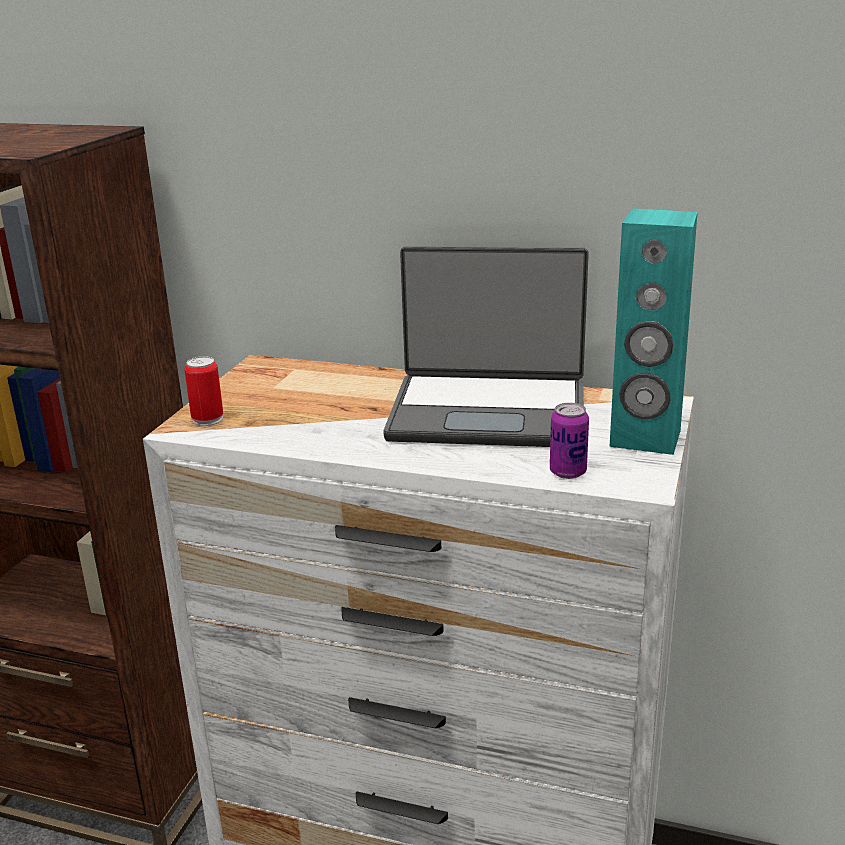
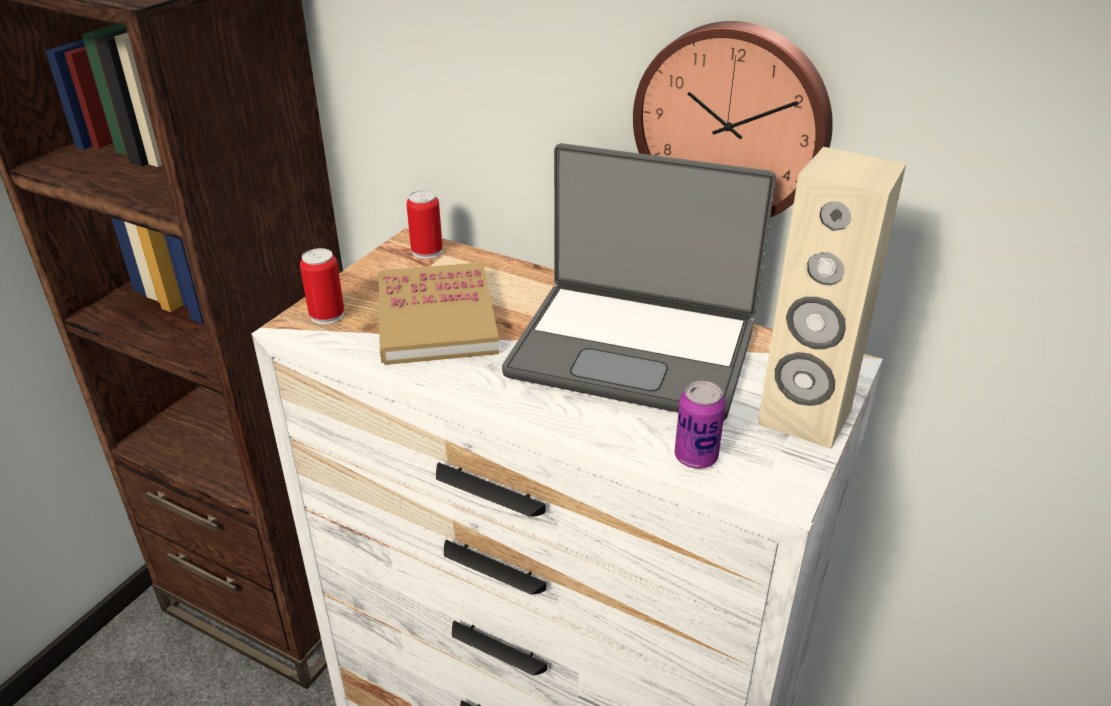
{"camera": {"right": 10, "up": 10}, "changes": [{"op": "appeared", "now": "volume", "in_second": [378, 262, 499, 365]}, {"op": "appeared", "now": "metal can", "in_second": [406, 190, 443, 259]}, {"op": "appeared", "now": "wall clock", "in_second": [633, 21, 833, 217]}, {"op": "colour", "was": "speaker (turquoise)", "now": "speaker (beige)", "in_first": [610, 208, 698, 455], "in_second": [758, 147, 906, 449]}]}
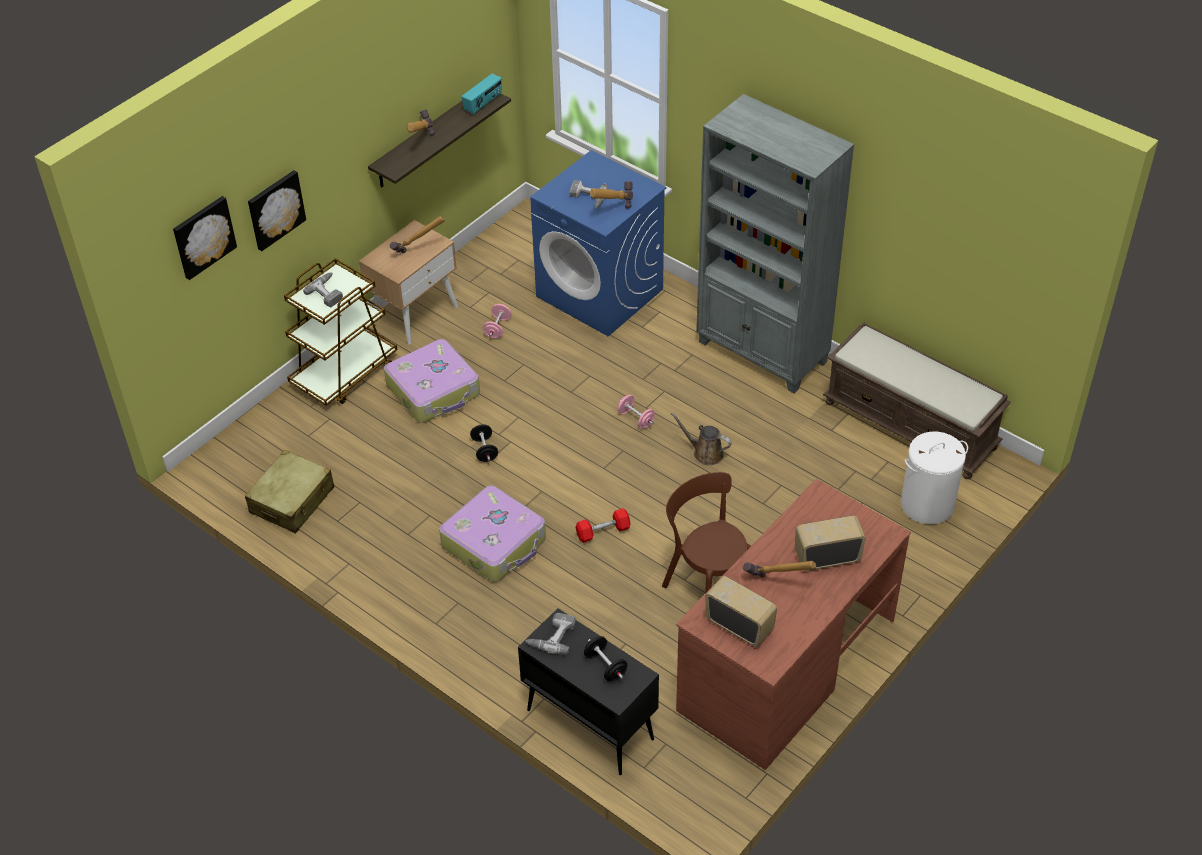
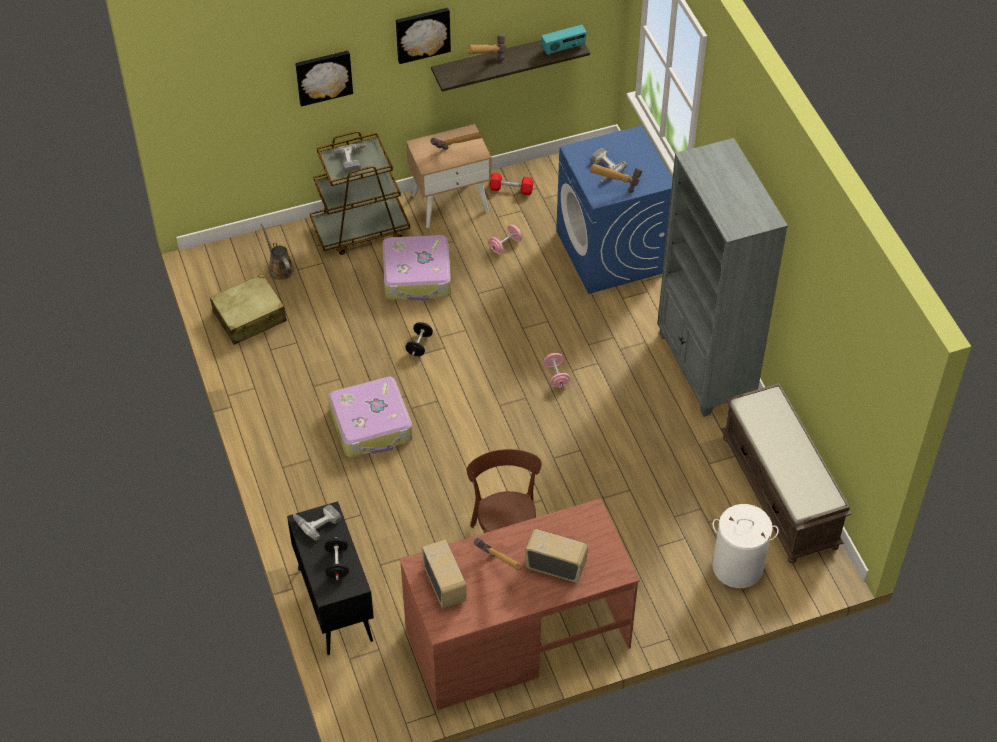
{"camera": {"right": 30, "up": 5}, "changes": [{"op": "relocated", "was": "picture", "in_first": [173, 196, 237, 280], "in_second": [396, 8, 451, 64]}, {"op": "relocated", "was": "free weight (reddish)", "in_first": [576, 508, 631, 543], "in_second": [489, 173, 533, 195]}, {"op": "relocated", "was": "watering pot (brown-coloured)", "in_first": [671, 413, 732, 465], "in_second": [261, 223, 294, 280]}]}
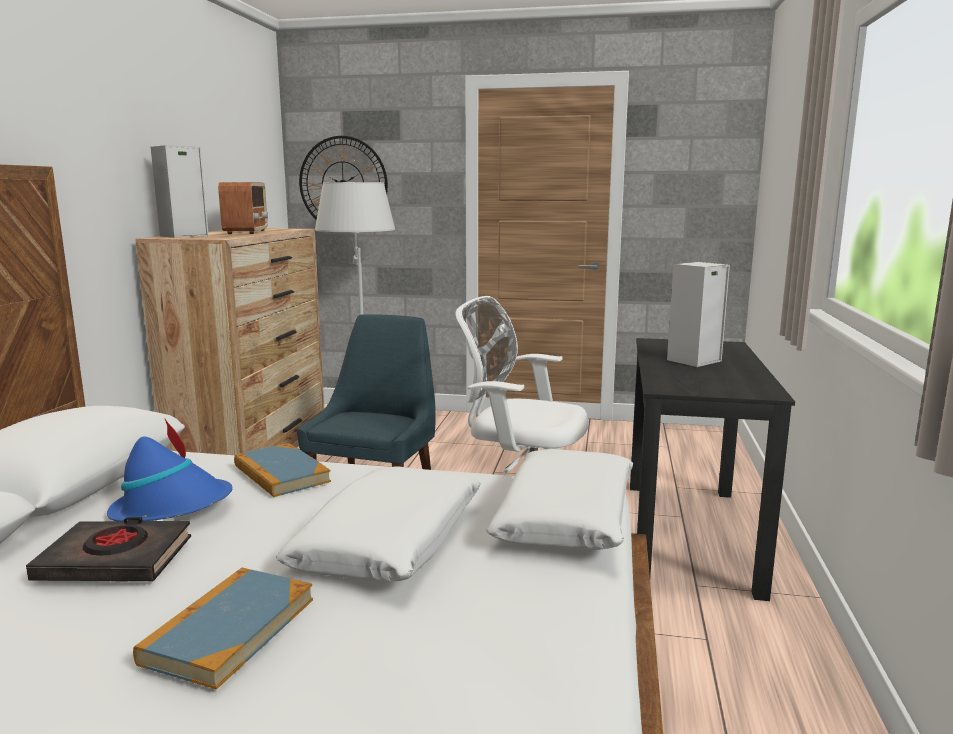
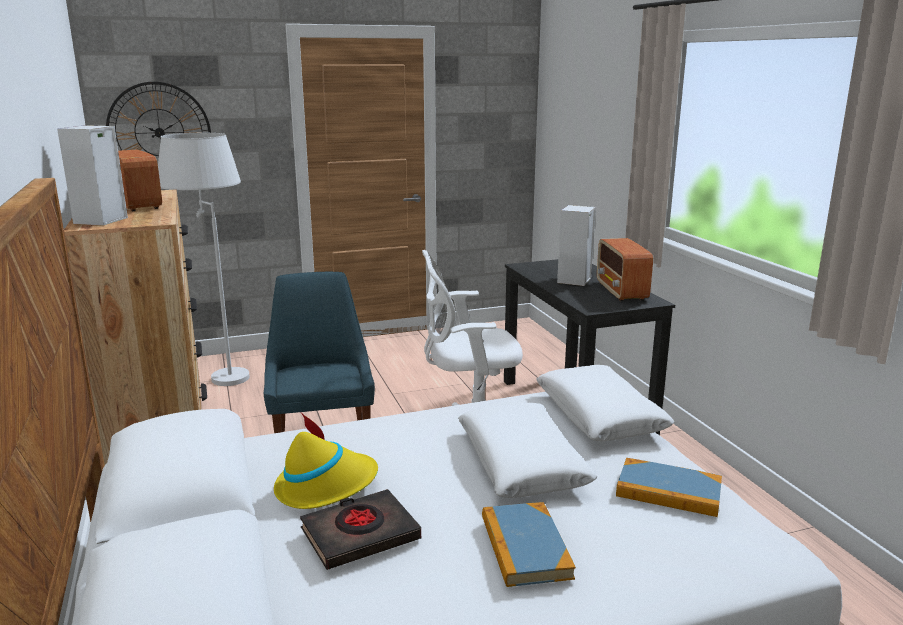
{"camera": {"right": -30, "up": 5}, "changes": [{"op": "appeared", "now": "radio receiver", "in_second": [597, 238, 653, 301]}, {"op": "relocated", "was": "volume", "in_first": [234, 443, 331, 497], "in_second": [616, 458, 722, 517]}, {"op": "colour", "was": "wearable hat (bluish)", "now": "wearable hat (yellow)", "in_first": [107, 418, 233, 521], "in_second": [274, 413, 378, 509]}]}
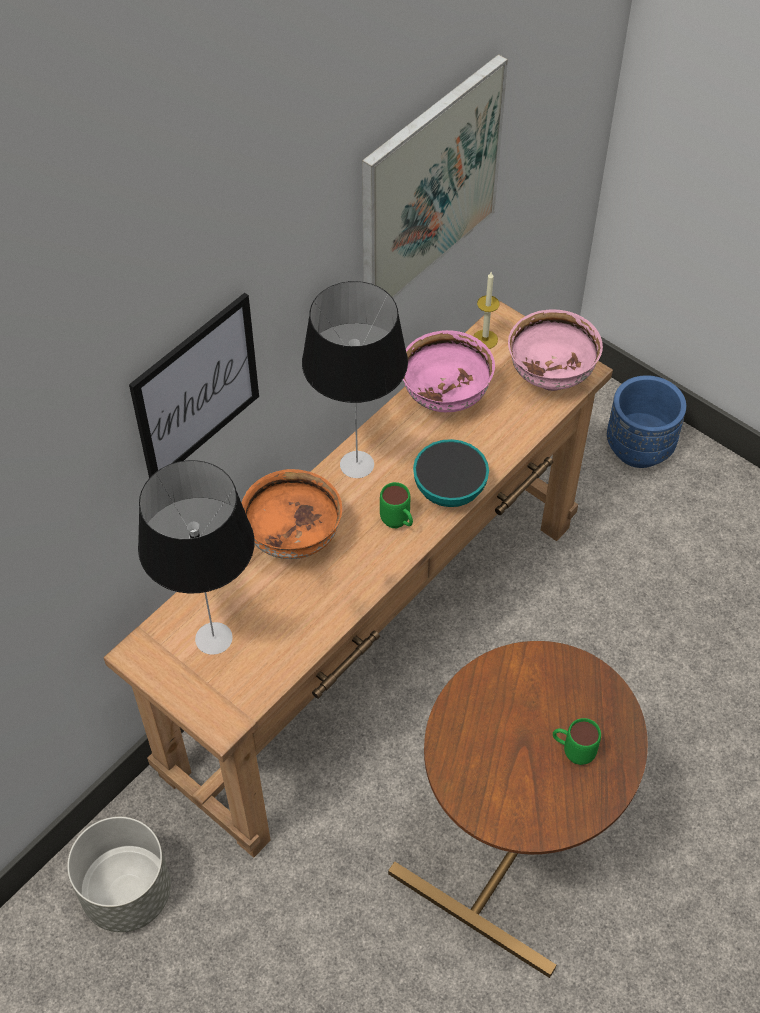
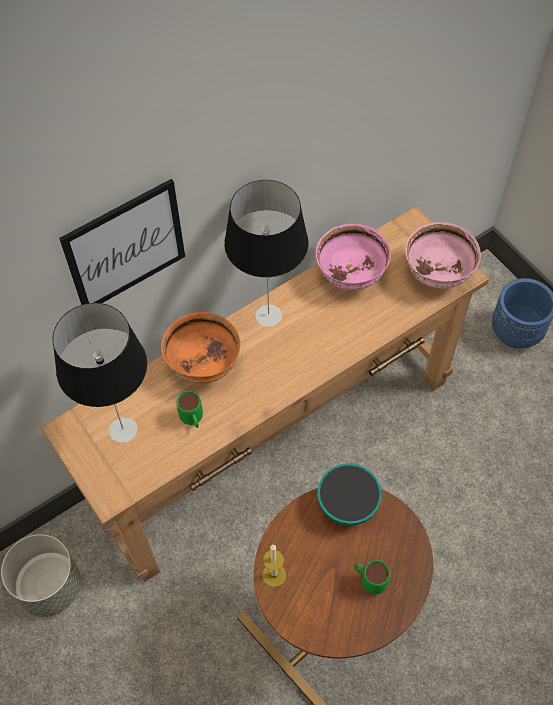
{"camera": {"right": 15, "up": 5}, "changes": [{"op": "missing", "was": "picture", "in_first": [362, 54, 508, 299]}, {"op": "relocated", "was": "coffee mug (green-coloured)", "in_first": [380, 482, 413, 528], "in_second": [177, 391, 203, 428]}, {"op": "relocated", "was": "serving bowl", "in_first": [413, 439, 489, 507], "in_second": [317, 463, 382, 526]}, {"op": "relocated", "was": "wax light", "in_first": [473, 272, 500, 349], "in_second": [262, 545, 286, 587]}]}
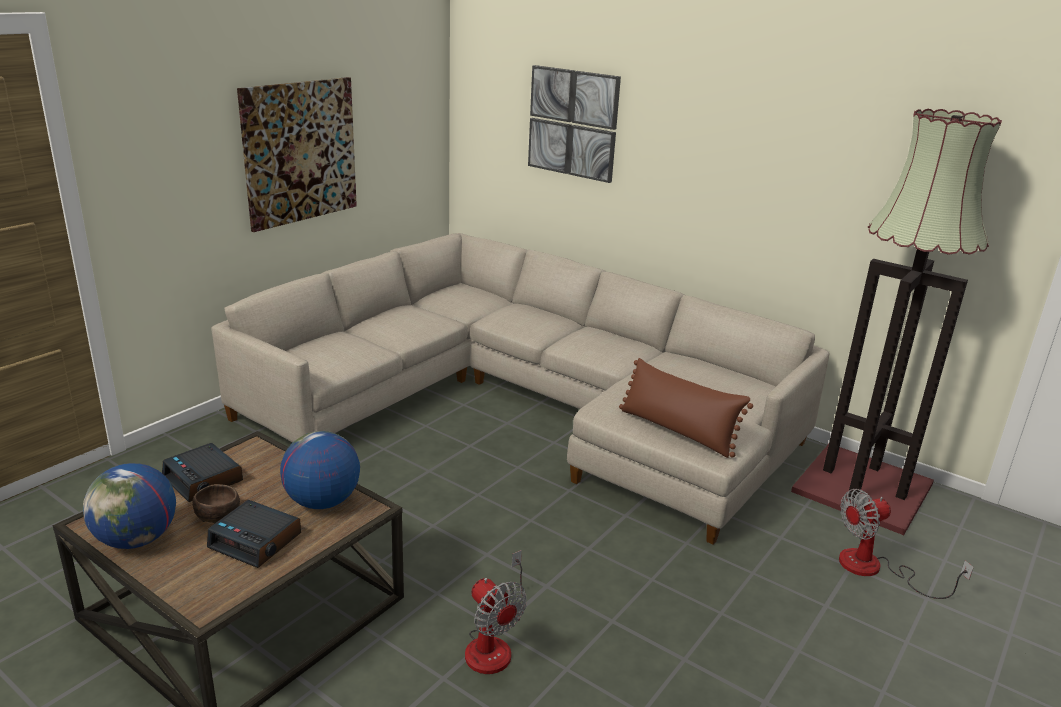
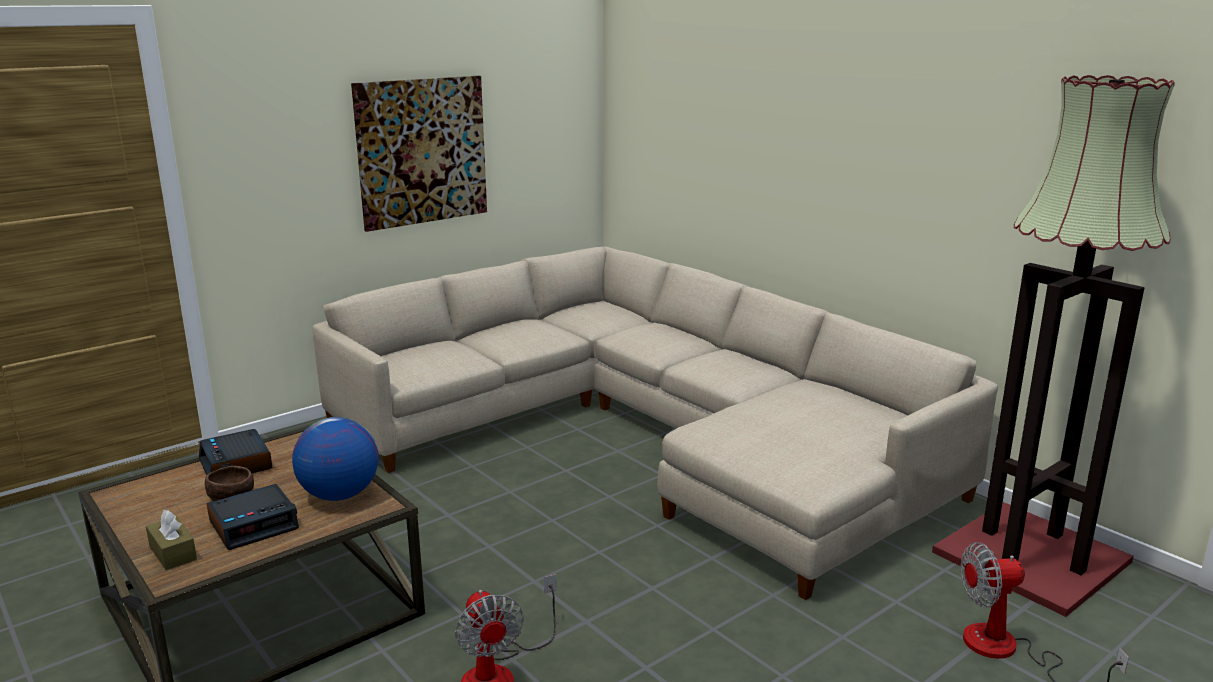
{"camera": {"right": 15, "up": -5}, "changes": [{"op": "missing", "was": "world globe", "in_first": [83, 463, 176, 549]}, {"op": "missing", "was": "picture", "in_first": [528, 65, 621, 183]}, {"op": "missing", "was": "cushion (brown-coloured)", "in_first": [619, 358, 753, 458]}, {"op": "appeared", "now": "tissue box (brown-coloured)", "in_second": [146, 510, 197, 570]}, {"op": "spun", "was": "alarm clock", "in_first": [207, 500, 301, 568], "in_second": [207, 484, 299, 550], "clockwise": -75}]}
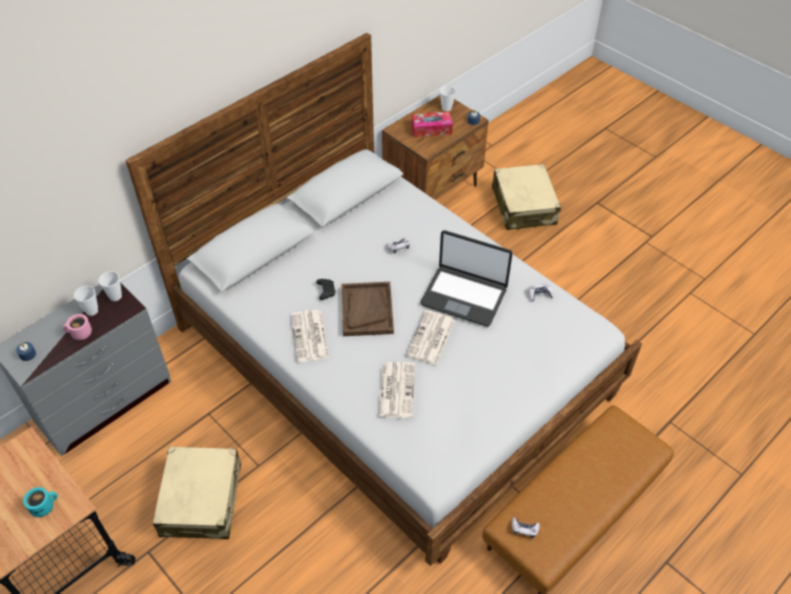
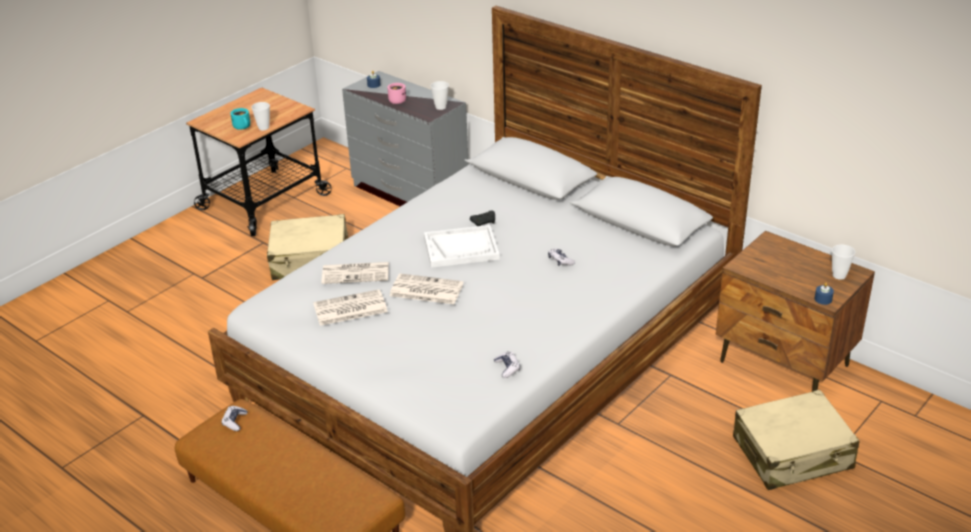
{"camera": {"right": 85, "up": -15}, "changes": [{"op": "missing", "was": "tissue box", "in_first": [411, 112, 453, 137]}, {"op": "missing", "was": "laptop", "in_first": [421, 230, 512, 327]}, {"op": "relocated", "was": "drinking cup", "in_first": [74, 286, 98, 316], "in_second": [251, 102, 270, 130]}, {"op": "relocated", "was": "newspaper", "in_first": [291, 310, 330, 362], "in_second": [313, 289, 388, 326]}, {"op": "colour", "was": "serving tray (brown-coloured)", "now": "serving tray (whitish)", "in_first": [342, 282, 394, 336], "in_second": [424, 225, 500, 268]}]}
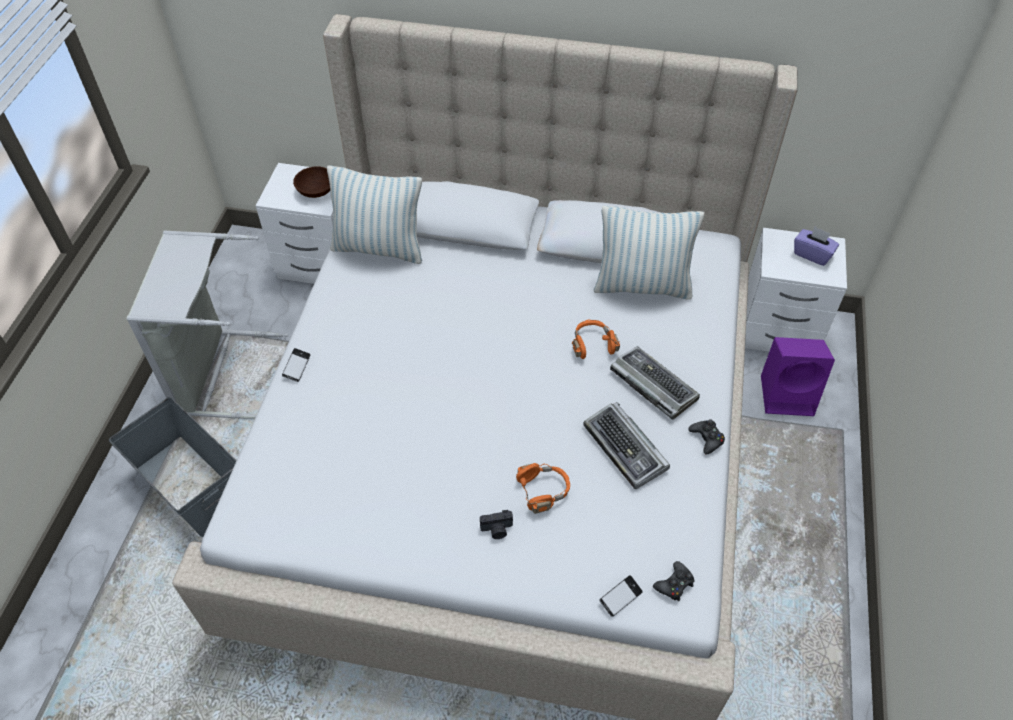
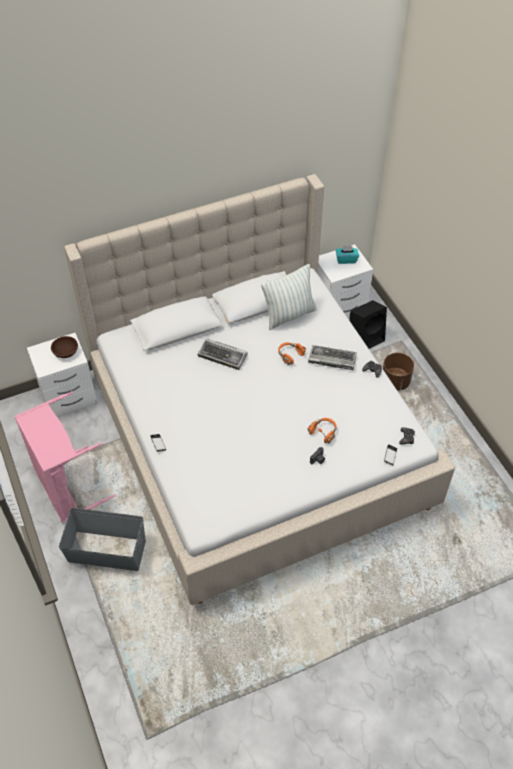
{"camera": {"right": -35, "up": 0}, "changes": [{"op": "missing", "was": "cushion", "in_first": [327, 165, 422, 264]}, {"op": "appeared", "now": "flower pot (brown-coloured)", "in_second": [383, 353, 414, 391]}, {"op": "relocated", "was": "keyboard", "in_first": [583, 402, 670, 489], "in_second": [198, 338, 248, 370]}, {"op": "colour", "was": "laundry basket (gray)", "now": "laundry basket (pinkish)", "in_first": [127, 231, 288, 419], "in_second": [15, 391, 116, 523]}, {"op": "colour", "was": "speaker (purple)", "now": "speaker (black-coloured)", "in_first": [761, 337, 835, 416], "in_second": [349, 300, 387, 349]}, {"op": "colour", "was": "tissue box (purple)", "now": "tissue box (turquoise)", "in_first": [794, 226, 839, 266], "in_second": [336, 245, 359, 264]}]}
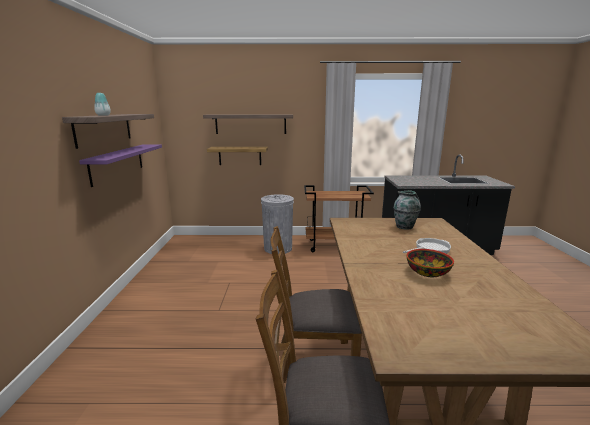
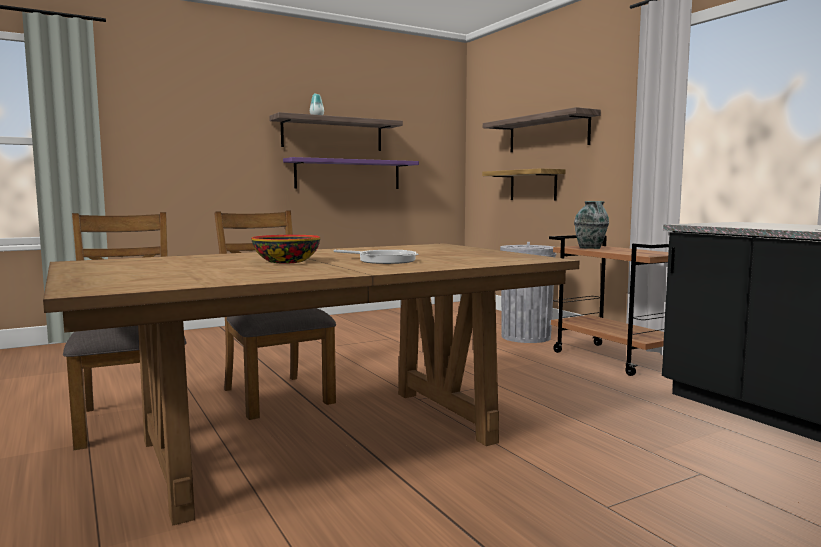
{"camera": {"right": 60, "up": -10}, "changes": [{"op": "relocated", "was": "vase", "in_first": [393, 191, 421, 230], "in_second": [574, 201, 609, 249]}]}
